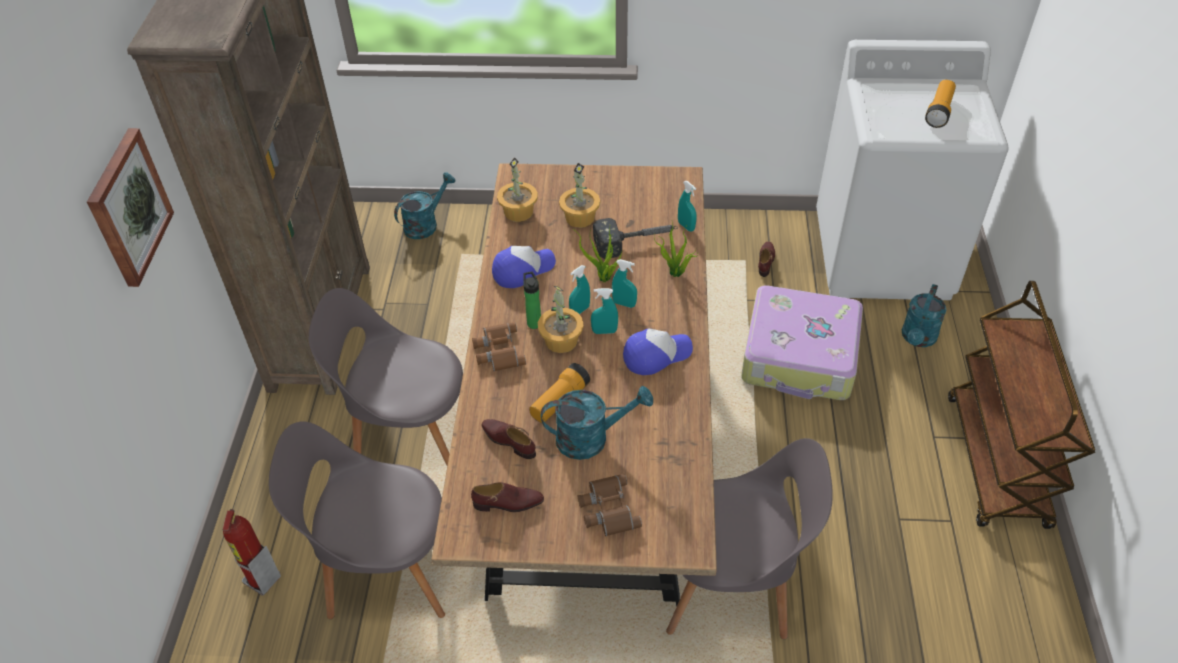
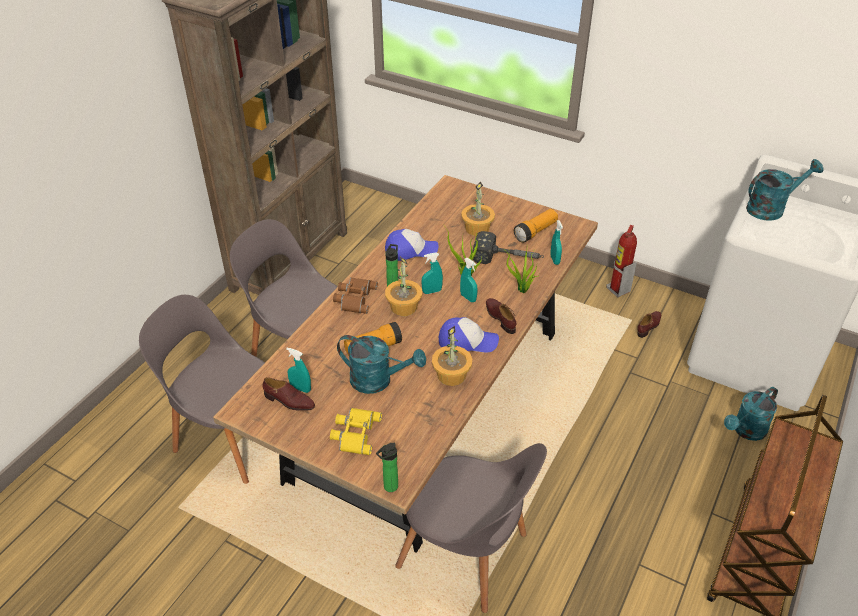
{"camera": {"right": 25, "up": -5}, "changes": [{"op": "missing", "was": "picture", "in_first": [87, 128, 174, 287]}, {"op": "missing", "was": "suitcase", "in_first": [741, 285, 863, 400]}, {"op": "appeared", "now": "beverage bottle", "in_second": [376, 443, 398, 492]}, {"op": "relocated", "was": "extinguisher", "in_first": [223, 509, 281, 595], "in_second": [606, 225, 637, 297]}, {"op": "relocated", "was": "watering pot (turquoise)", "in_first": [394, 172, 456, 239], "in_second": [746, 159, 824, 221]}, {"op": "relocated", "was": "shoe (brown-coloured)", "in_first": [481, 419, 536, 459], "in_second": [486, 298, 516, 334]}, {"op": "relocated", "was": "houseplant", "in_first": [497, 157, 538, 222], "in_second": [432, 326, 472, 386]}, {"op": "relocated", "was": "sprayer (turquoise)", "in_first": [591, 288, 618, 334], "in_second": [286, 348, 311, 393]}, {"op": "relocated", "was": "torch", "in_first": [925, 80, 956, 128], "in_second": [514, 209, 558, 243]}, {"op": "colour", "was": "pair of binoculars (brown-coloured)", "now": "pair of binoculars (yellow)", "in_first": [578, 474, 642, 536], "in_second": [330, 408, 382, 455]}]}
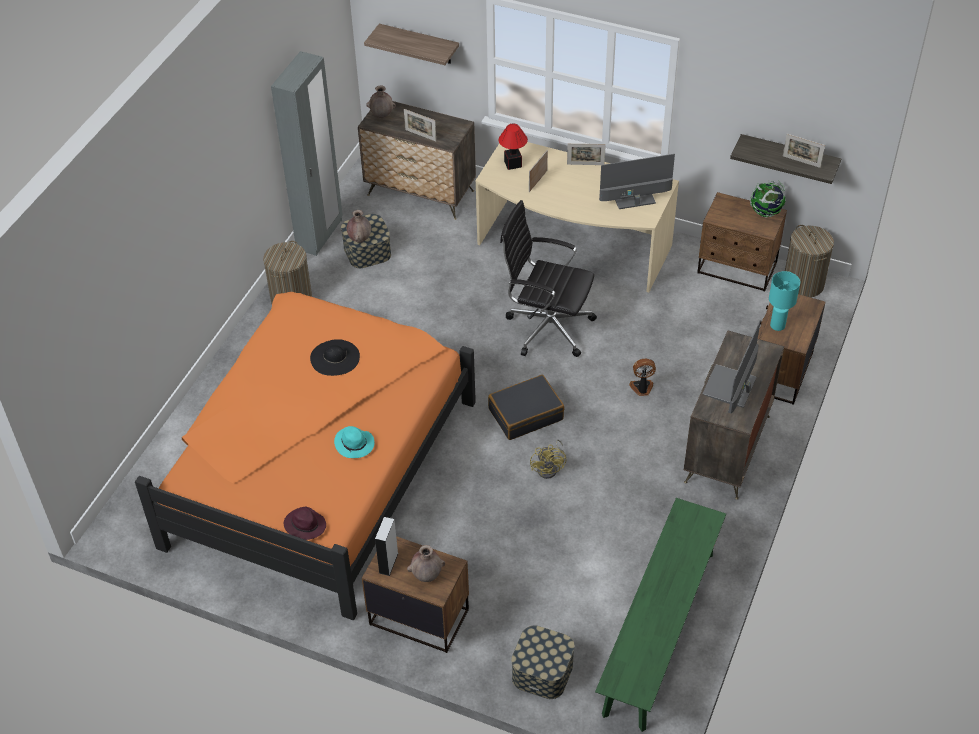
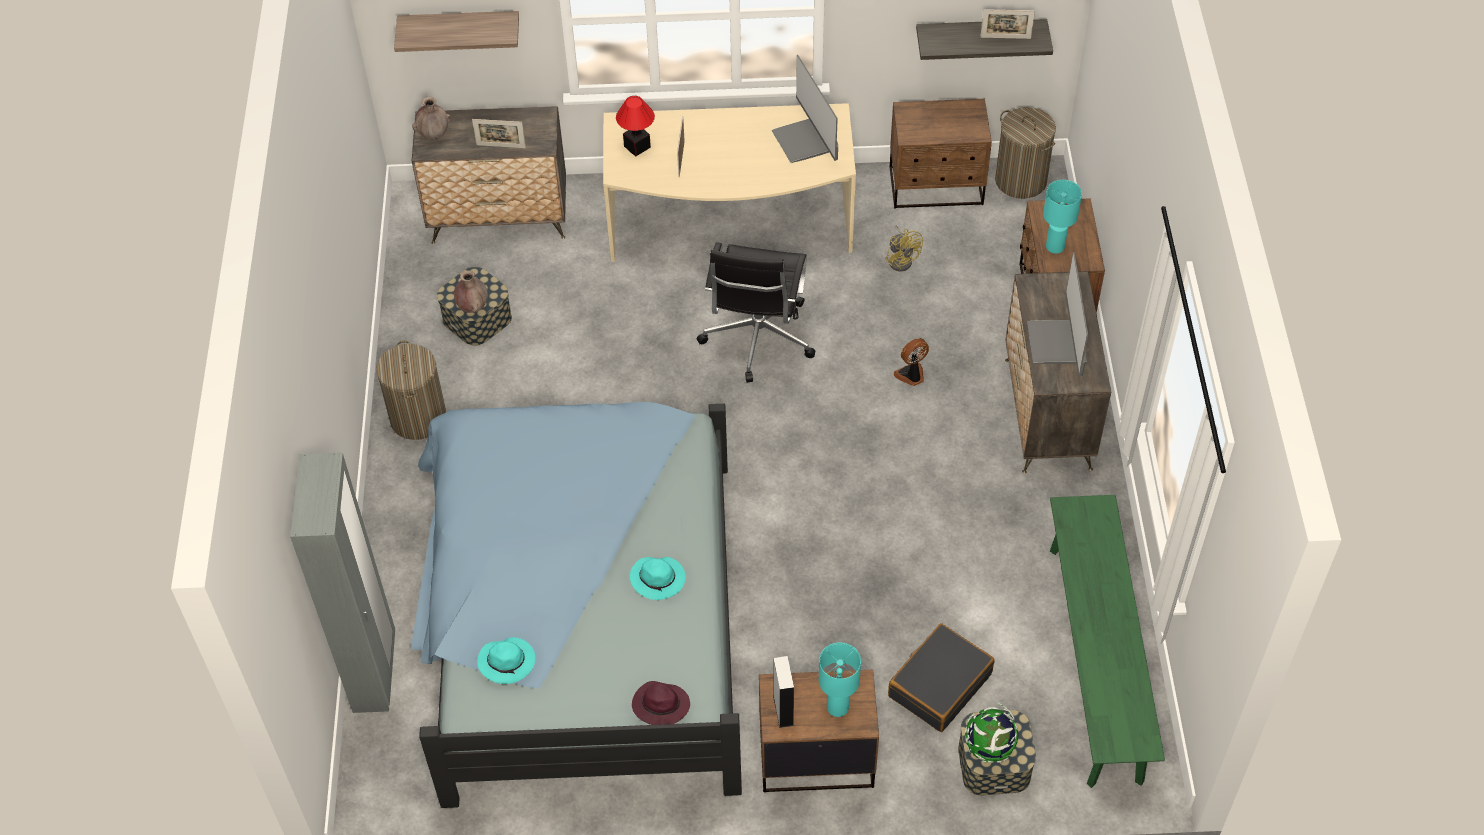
{"camera": {"right": -25, "up": 5}, "changes": [{"op": "missing", "was": "wearable hat (black-coloured)", "in_first": [310, 339, 360, 376]}, {"op": "missing", "was": "picture frame", "in_first": [567, 143, 606, 165]}, {"op": "appeared", "now": "wearable hat (turquoise)", "in_second": [477, 637, 535, 684]}, {"op": "relocated", "was": "wardrobe (gray)", "in_first": [271, 51, 343, 256], "in_second": [290, 452, 395, 713]}, {"op": "relocated", "was": "suitcase (black-coloured)", "in_first": [488, 375, 564, 440], "in_second": [888, 623, 994, 732]}, {"op": "relocated", "was": "electric fan (yellow)", "in_first": [530, 439, 566, 479], "in_second": [886, 225, 923, 272]}, {"op": "relocated", "was": "world globe", "in_first": [750, 181, 786, 218], "in_second": [965, 703, 1018, 763]}, {"op": "exchanged", "was": "vase (brown-coloured)", "now": "lamp for a table (turquoise)", "in_first": [407, 545, 445, 582], "in_second": [819, 643, 861, 717]}, {"op": "colour", "was": "bed (orangey)", "now": "bed (bluish)", "in_first": [135, 292, 476, 620], "in_second": [411, 402, 742, 808]}, {"op": "spun", "was": "office chair (black-coloured)", "in_first": [500, 200, 597, 357], "in_second": [697, 242, 815, 382], "clockwise": -75}, {"op": "spun", "was": "computer display", "in_first": [599, 154, 675, 209], "in_second": [771, 55, 838, 163], "clockwise": -75}]}
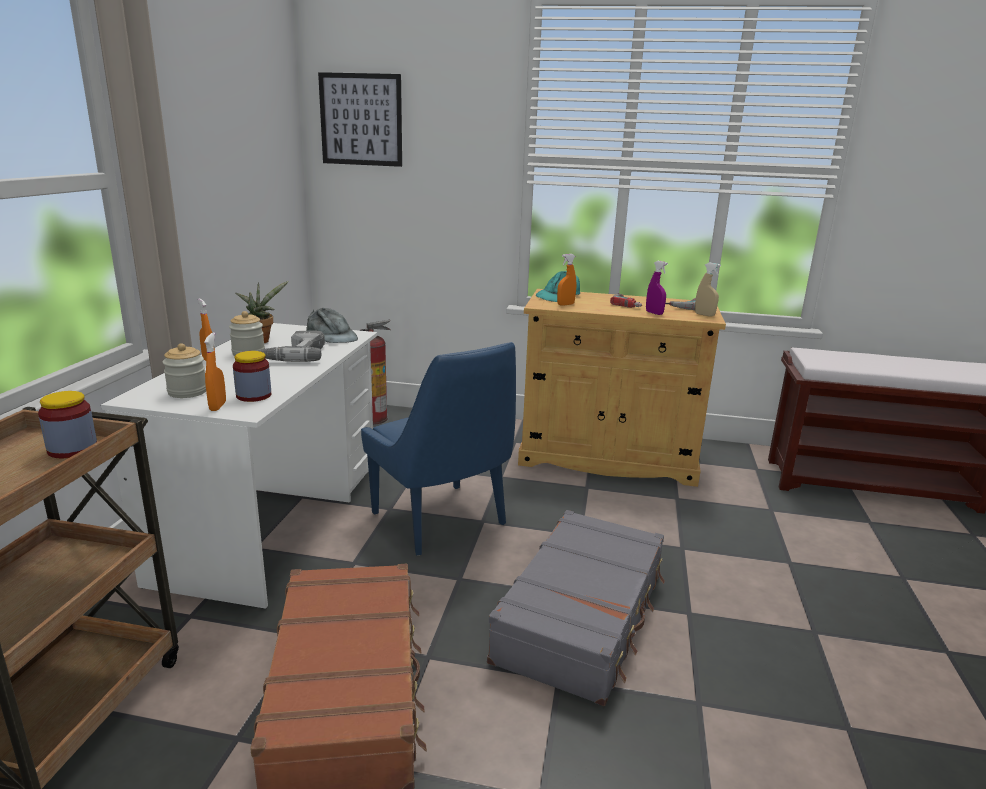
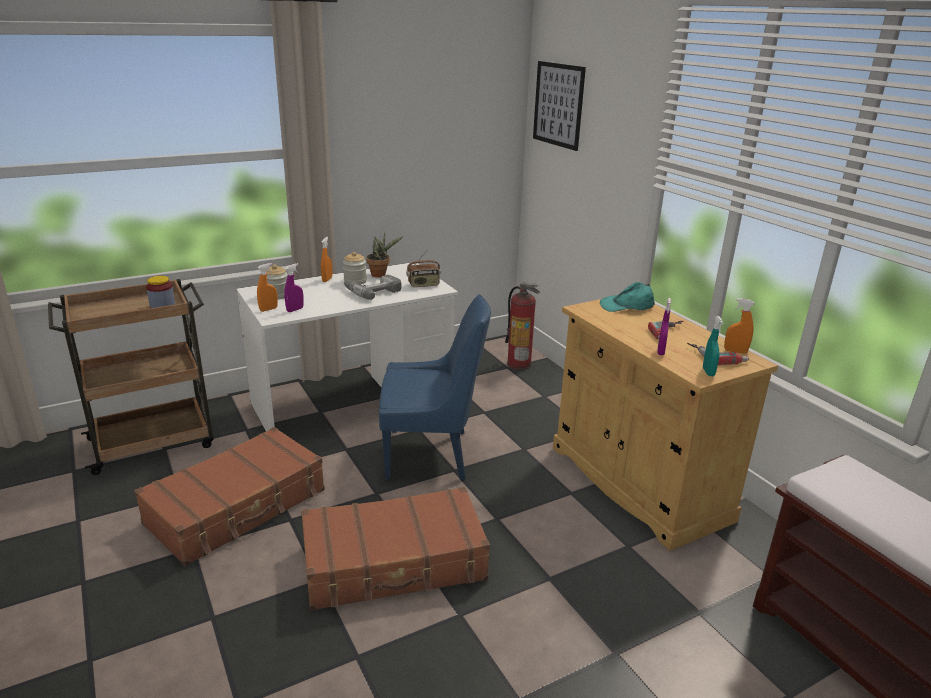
{"camera": {"right": 50, "up": 5}, "changes": [{"op": "relocated", "was": "sprayer (orangey)", "in_first": [557, 254, 576, 306], "in_second": [724, 298, 755, 354]}, {"op": "exchanged", "was": "jar", "now": "sprayer (purple)", "in_first": [233, 351, 271, 402], "in_second": [284, 263, 304, 312]}, {"op": "exchanged", "was": "cap (gray)", "now": "radio receiver", "in_first": [306, 308, 358, 343], "in_second": [406, 250, 441, 287]}, {"op": "colour", "was": "suitcase (gray)", "now": "suitcase (brown-coloured)", "in_first": [487, 510, 665, 706], "in_second": [301, 487, 490, 611]}, {"op": "colour", "was": "sprayer (beige)", "now": "sprayer (turquoise)", "in_first": [695, 262, 721, 316], "in_second": [703, 316, 723, 376]}, {"op": "spun", "was": "chair (bluish)", "in_first": [361, 342, 516, 555], "in_second": [379, 295, 491, 480], "clockwise": -105}]}
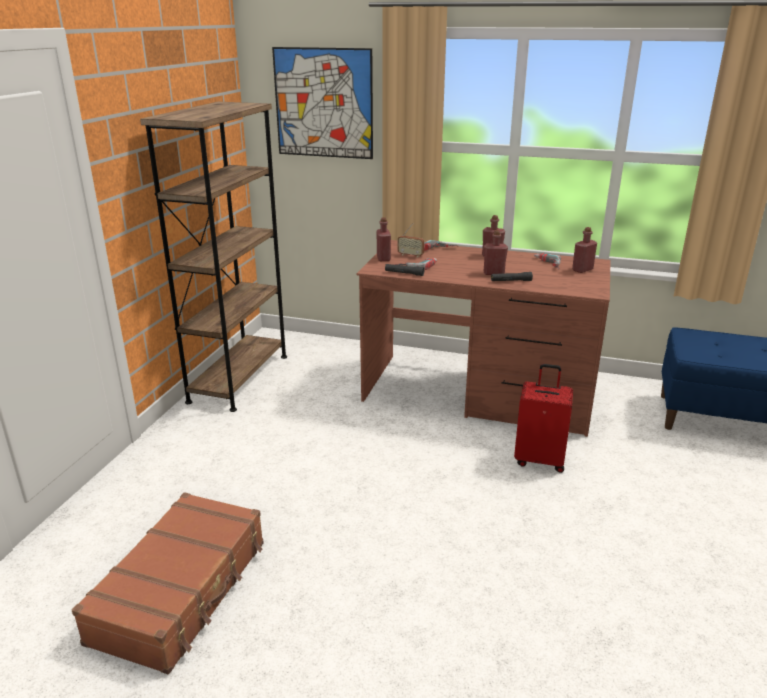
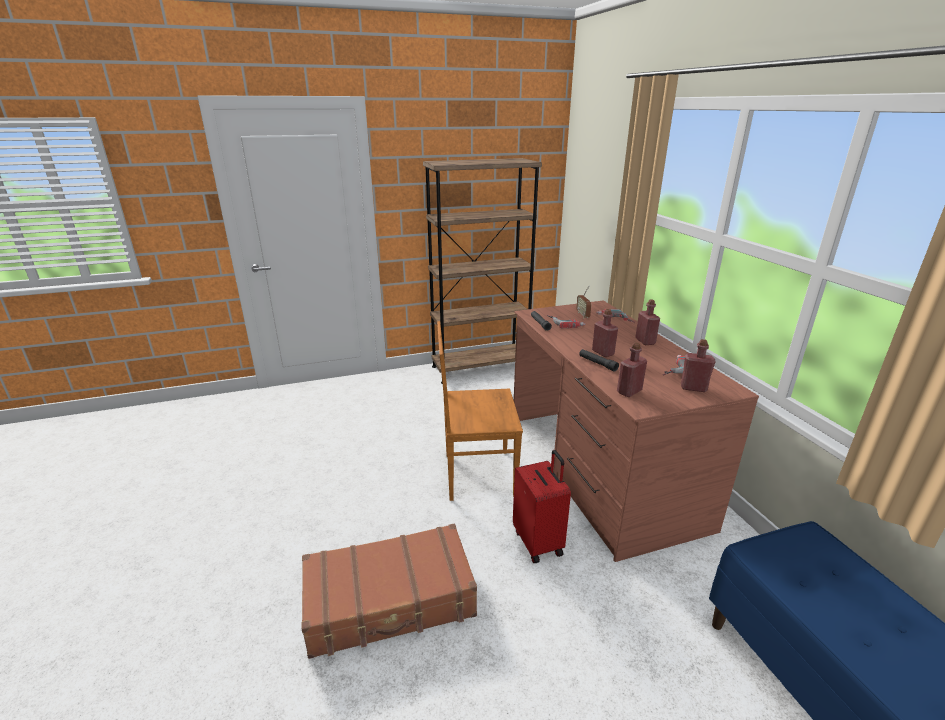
{"camera": {"right": 55, "up": 0}, "changes": [{"op": "missing", "was": "picture", "in_first": [272, 47, 373, 159]}, {"op": "appeared", "now": "chair (brown-coloured)", "in_second": [437, 321, 523, 501]}, {"op": "relocated", "was": "suitcase (brown-coloured)", "in_first": [72, 492, 264, 674], "in_second": [301, 524, 477, 659]}, {"op": "relocated", "was": "beverage bottle (reddish)", "in_first": [377, 217, 391, 261], "in_second": [617, 342, 647, 397]}]}
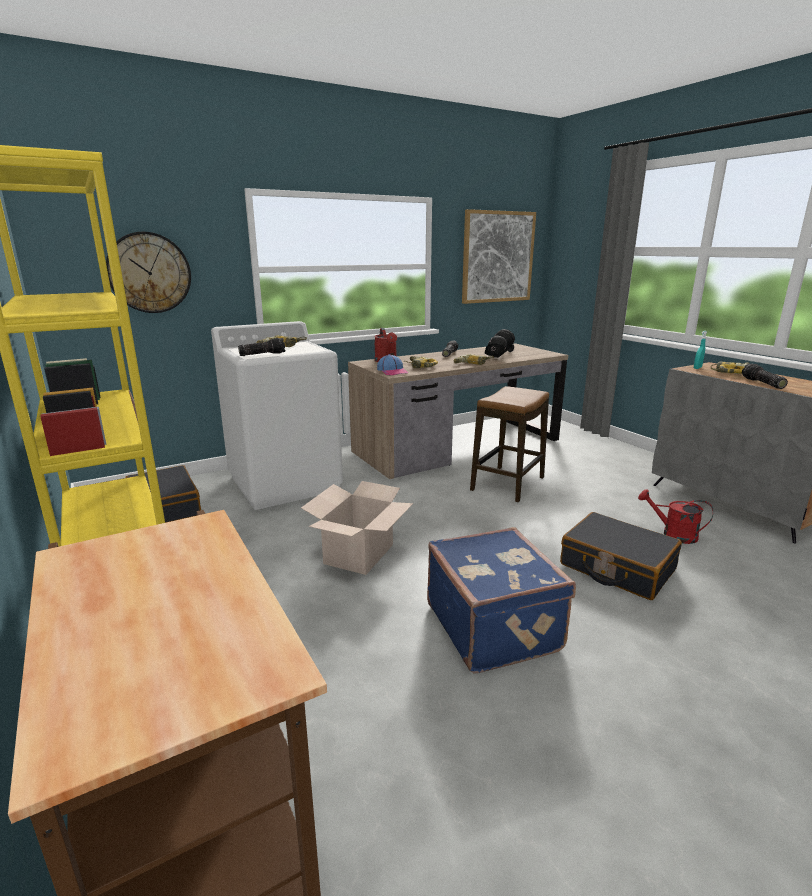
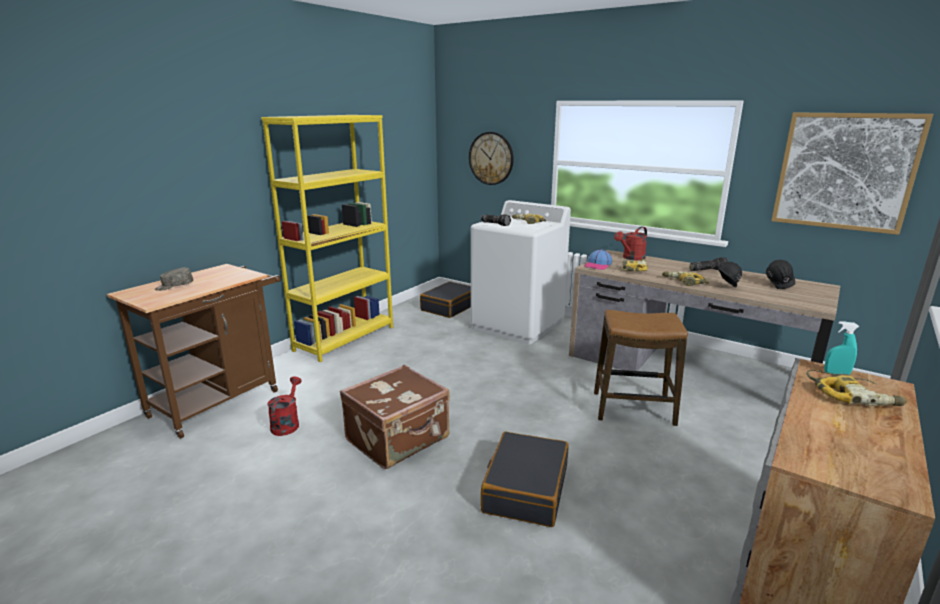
{"camera": {"right": 65, "up": 0}, "changes": [{"op": "missing", "was": "cardboard box", "in_first": [301, 481, 413, 575]}, {"op": "missing", "was": "torch", "in_first": [742, 363, 788, 389]}, {"op": "appeared", "now": "cap (gray)", "in_second": [155, 267, 193, 291]}, {"op": "relocated", "was": "watering pot (reddish)", "in_first": [638, 489, 713, 544], "in_second": [268, 376, 302, 436]}, {"op": "colour", "was": "suitcase (bluish)", "now": "suitcase (brown-coloured)", "in_first": [427, 527, 576, 673], "in_second": [340, 365, 450, 469]}]}
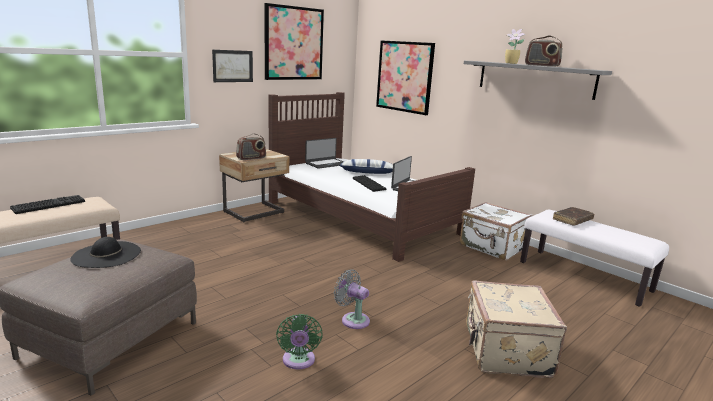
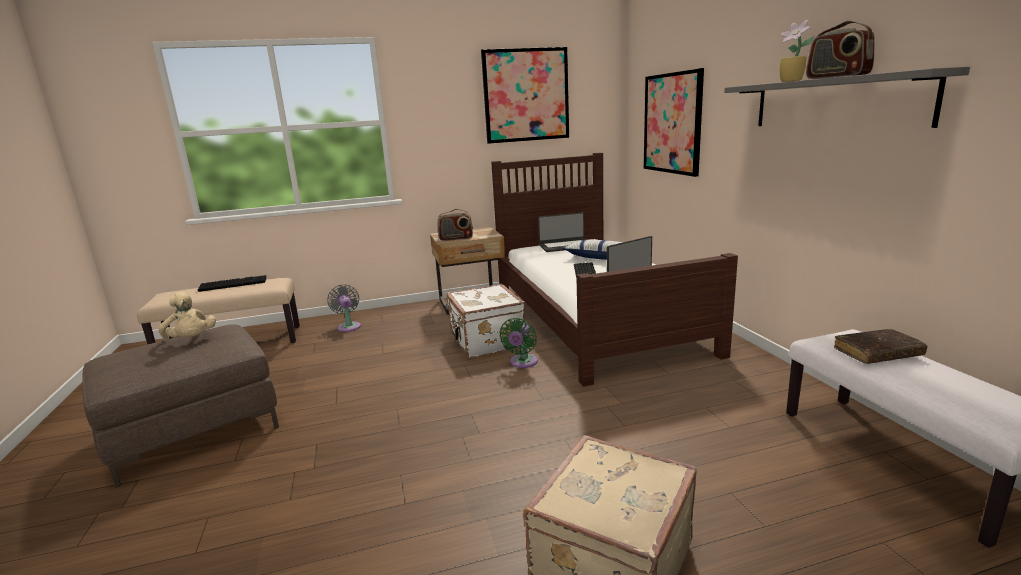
{"camera": {"right": 30, "up": 0}, "changes": [{"op": "missing", "was": "picture", "in_first": [212, 50, 253, 82]}, {"op": "relocated", "was": "electric fan (green-coloured)", "in_first": [276, 314, 323, 369], "in_second": [499, 318, 538, 368]}, {"op": "relocated", "was": "electric fan (gray)", "in_first": [334, 269, 370, 329], "in_second": [327, 285, 361, 332]}, {"op": "relocated", "was": "suitcase (whitish)", "in_first": [460, 202, 532, 261], "in_second": [446, 284, 526, 358]}, {"op": "exchanged", "was": "wearable hat (black-coloured)", "now": "cuddly toy (beige)", "in_first": [70, 237, 141, 268], "in_second": [158, 292, 216, 340]}]}
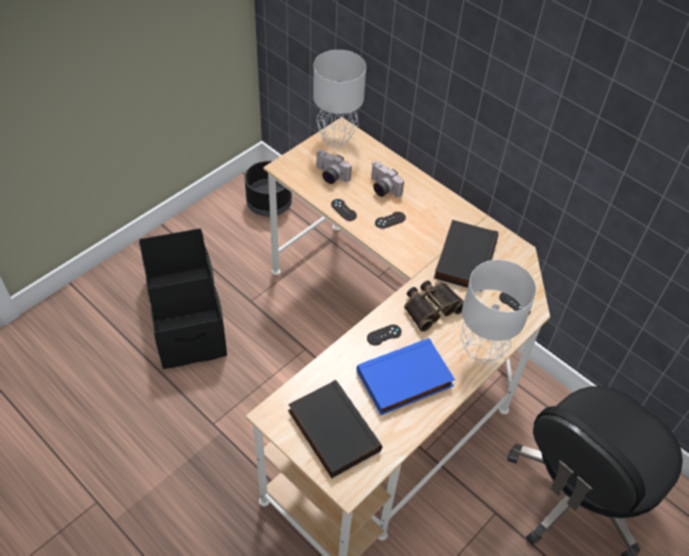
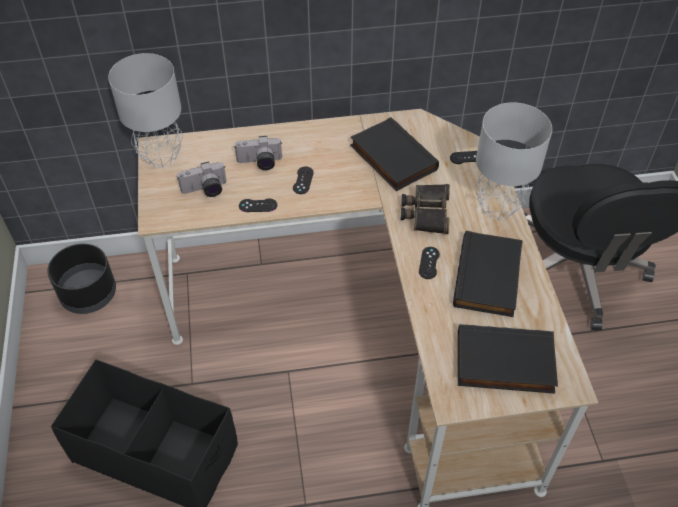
{"camera": {"right": -50, "up": 0}, "changes": [{"op": "colour", "was": "volume (bluish)", "now": "volume (black-coloured)", "in_first": [357, 338, 455, 415], "in_second": [453, 231, 523, 317]}]}
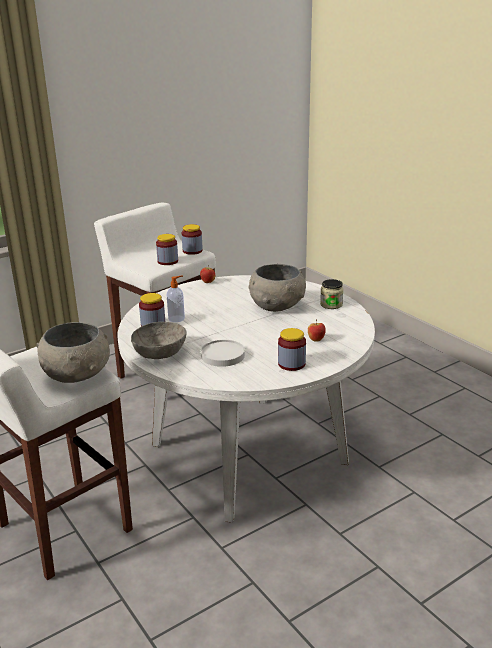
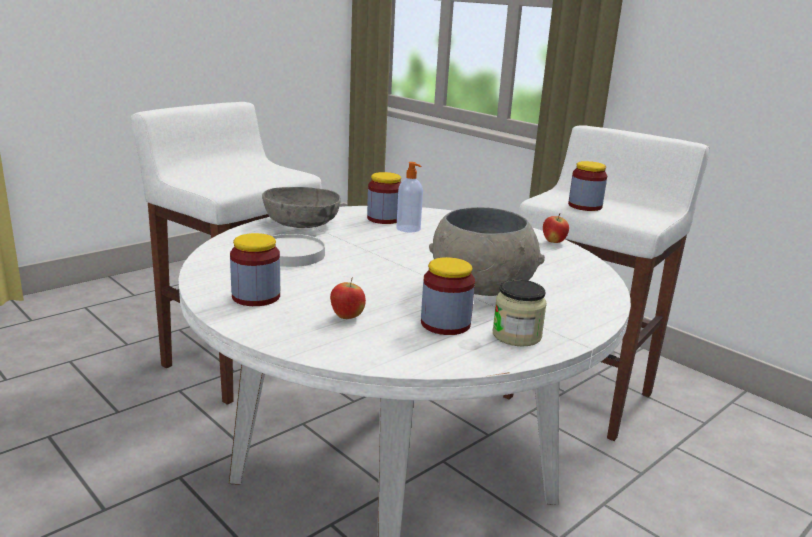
{"camera": {"right": 80, "up": -5}, "changes": [{"op": "missing", "was": "serving bowl (gray)", "in_first": [37, 322, 110, 383]}, {"op": "relocated", "was": "jar", "in_first": [182, 224, 203, 255], "in_second": [421, 257, 475, 335]}]}
